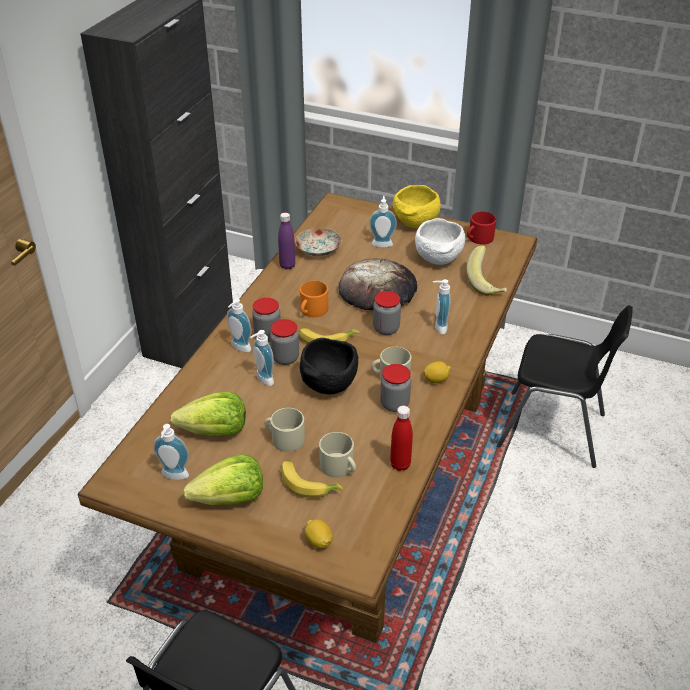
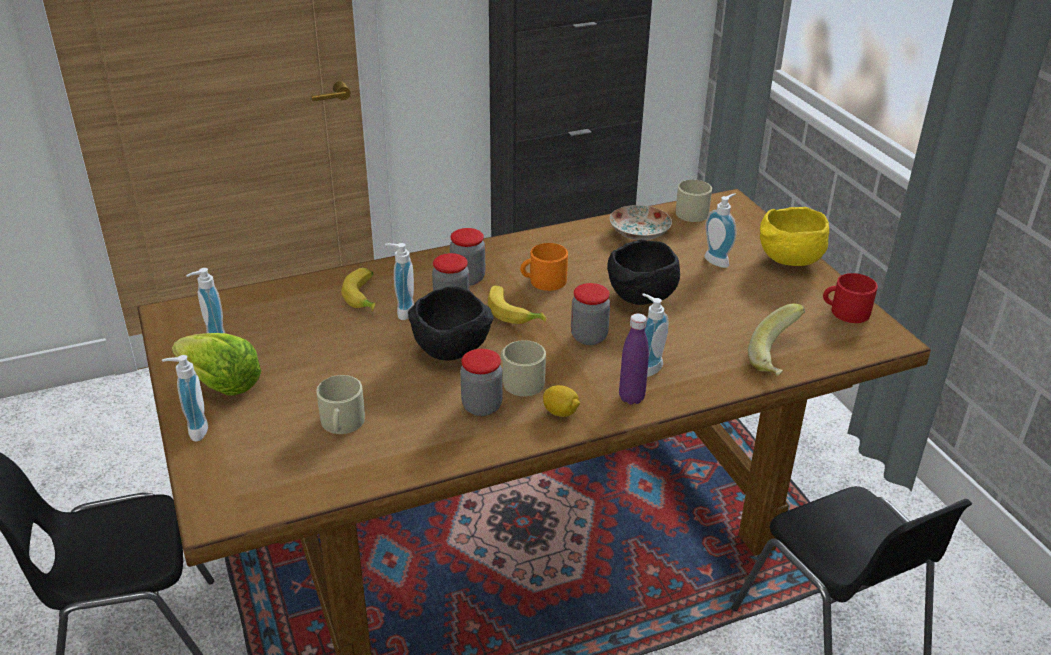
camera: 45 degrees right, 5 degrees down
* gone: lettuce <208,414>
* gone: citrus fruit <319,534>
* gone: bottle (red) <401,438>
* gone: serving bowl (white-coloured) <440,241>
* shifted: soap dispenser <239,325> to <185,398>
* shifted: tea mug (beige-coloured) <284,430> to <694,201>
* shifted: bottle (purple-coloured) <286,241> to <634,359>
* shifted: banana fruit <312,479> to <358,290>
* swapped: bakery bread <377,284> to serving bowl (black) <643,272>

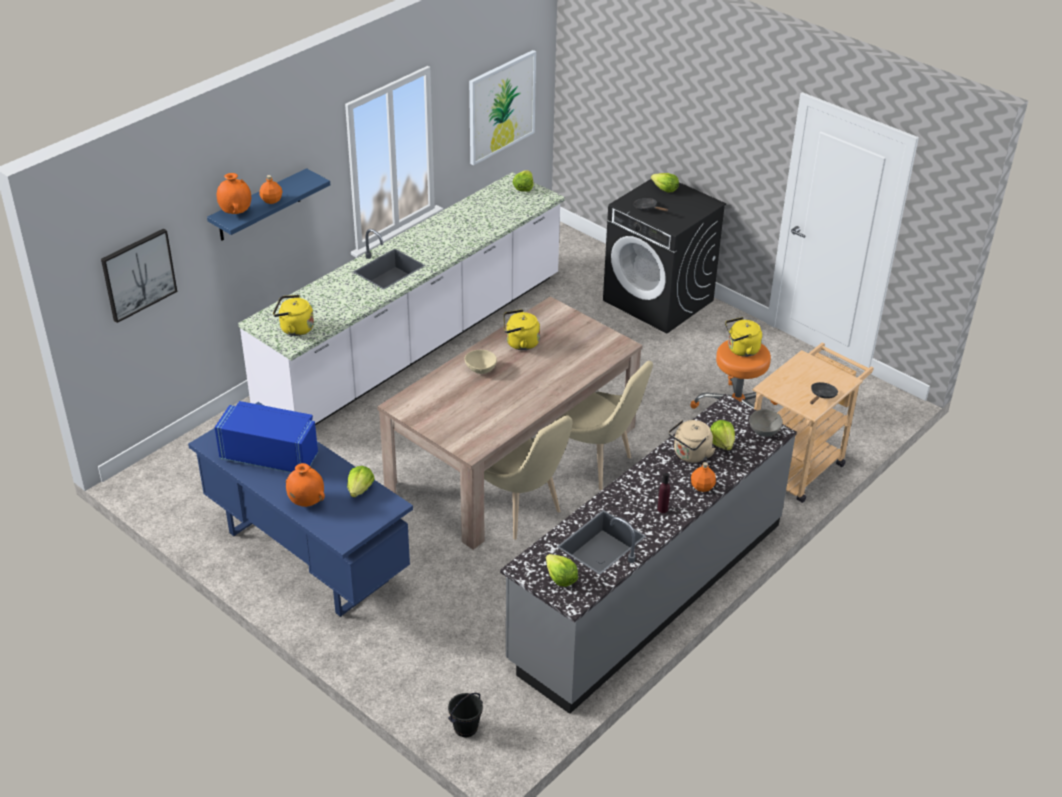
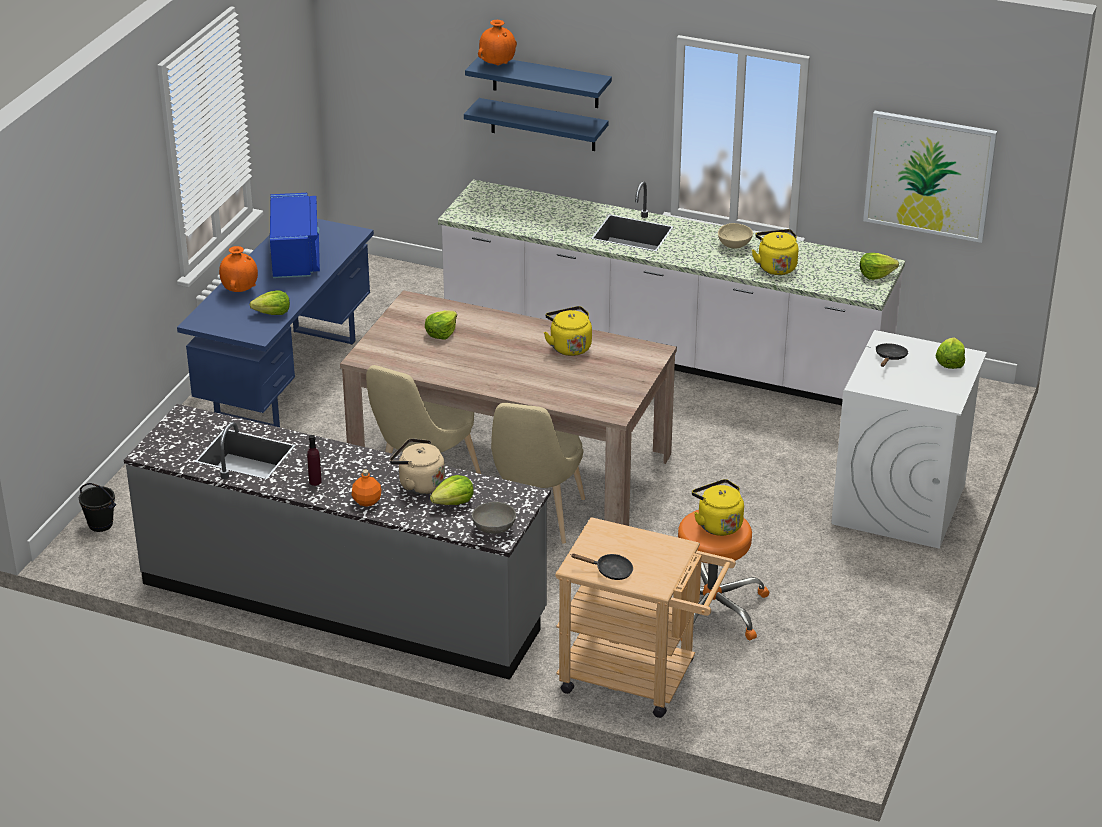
camera: 70 degrees right, 5 degrees down
* gone: wall picture <139,276>
* gone: bottle (orange) <270,189>
* new: wall shelf (blue-coloured) <536,124>
* shifted: kettle (yellowish) <293,315> to <775,252>
* shifted: serving bowl (beige-coloured) <481,362> to <735,236>
* shifted: lettuce <562,570> to <441,325>
* repainted: laundry appliance (black) <664,256> to laundry appliance (white-coloured) <909,439>

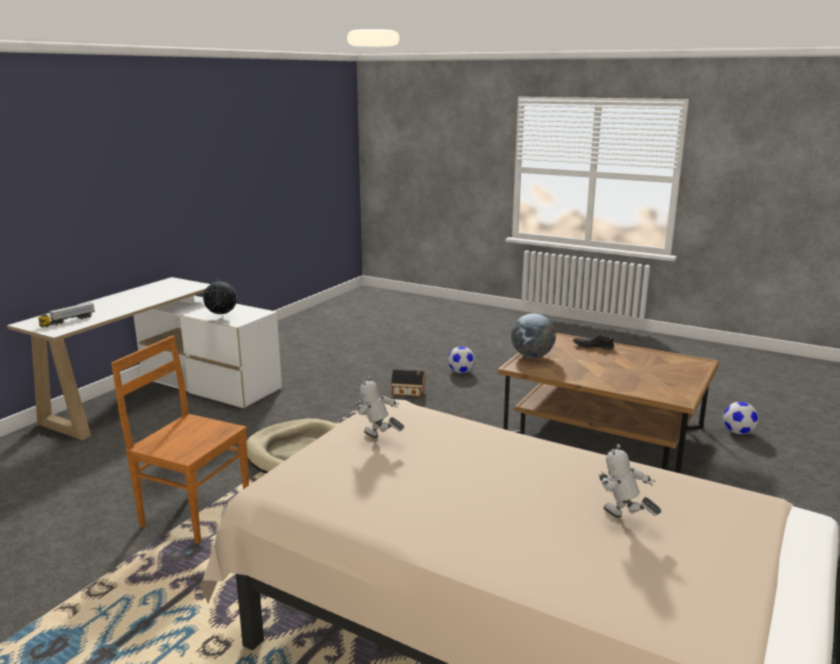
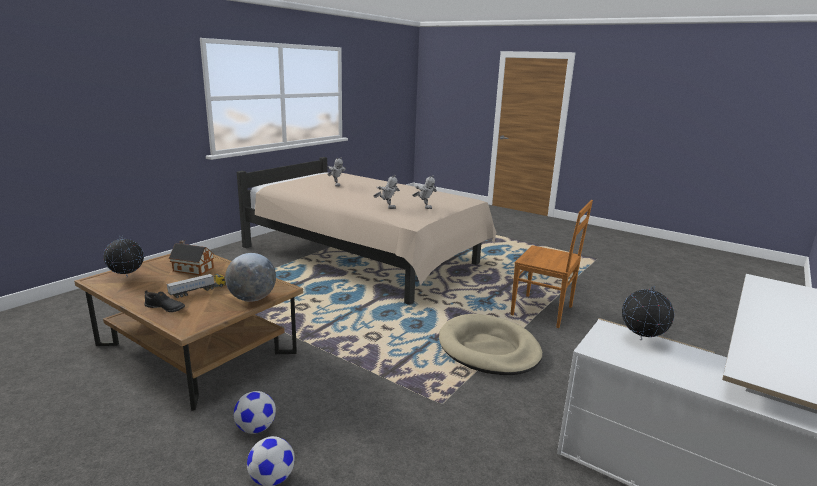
camera: 175 degrees left, 0 degrees up
* new: world globe <124,256>
* new: toy robot <386,192>
* shifted: toy lorry <66,314> to <196,286>
* shifted: toy house <408,383> to <191,257>
* shifted: ball for football <741,418> to <255,412>

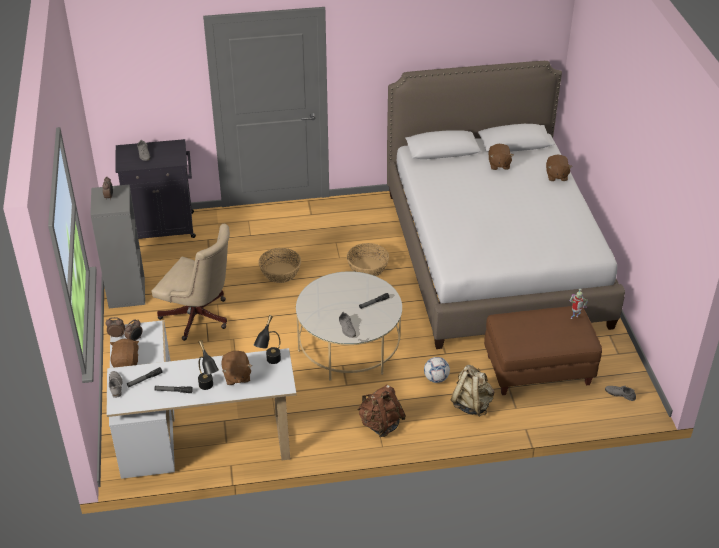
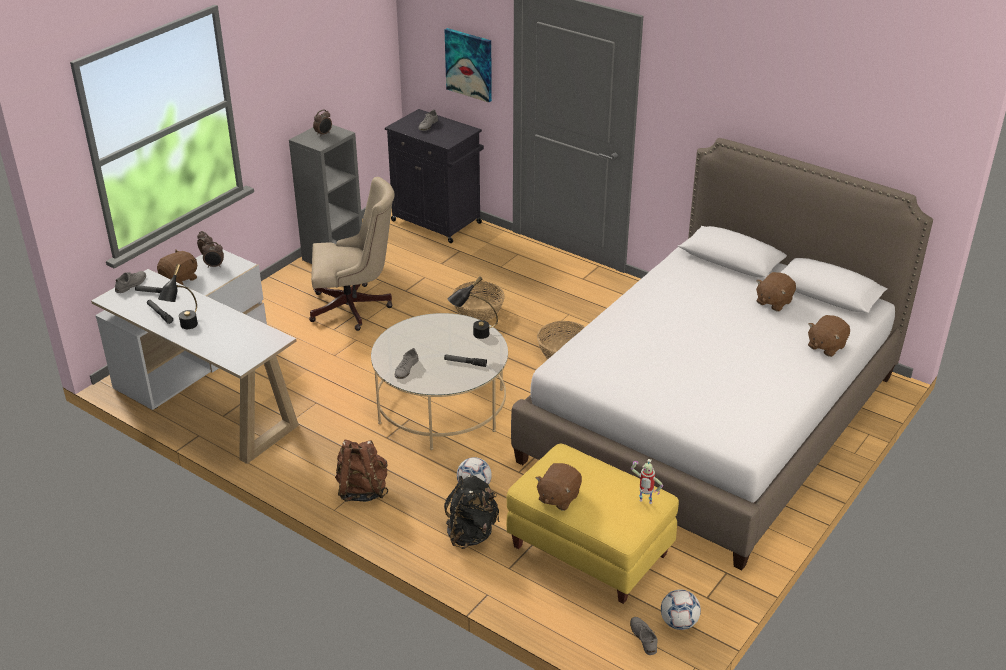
camera: 45 degrees right, 5 degrees down
* new: wall picture <468,65>
* new: ball for football <681,609>
* shifted: plush toy (brown) <236,368> to <559,487>
* shifted: lamp for a table (black) <267,339> to <472,308>
* repainted: knapsack (beige-coloured) <472,390> to knapsack (black) <472,512>
* repainted: ottoman (brown) <543,350> to ottoman (yellowish) <593,524>
* rotated: desk chair (beige-coloured) <191,282> = <352,254> 75 degrees counterclockwise

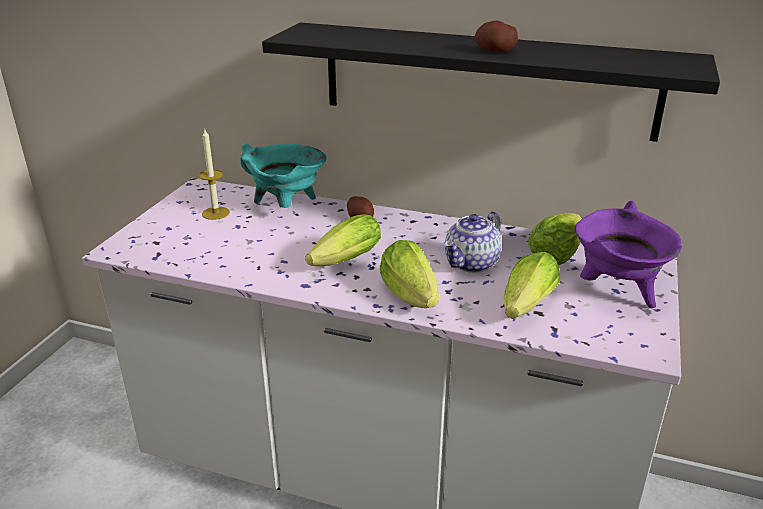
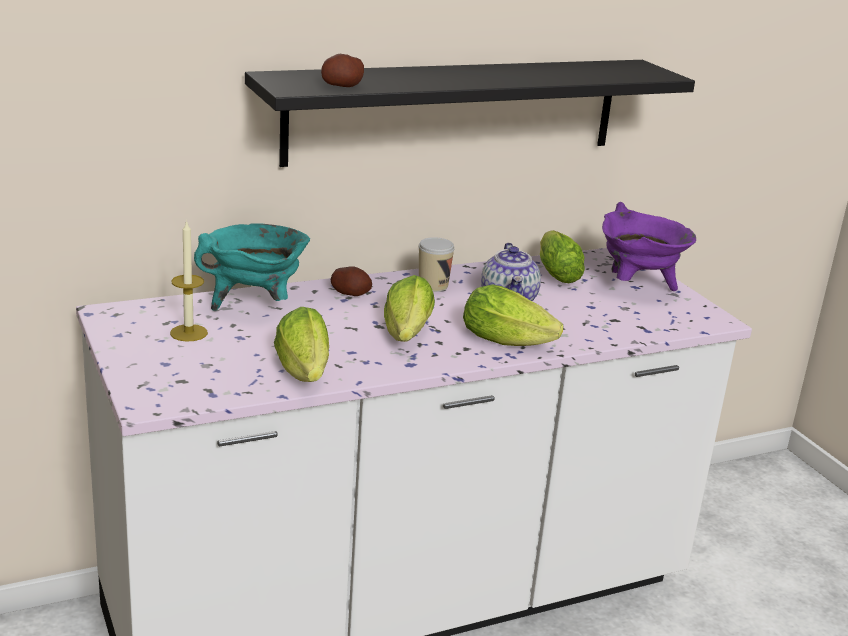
camera: 45 degrees left, 5 degrees down
* new: cup <437,264>
* shifted: potato <496,36> to <342,70>
* shifted: lettuce <532,285> to <301,344>

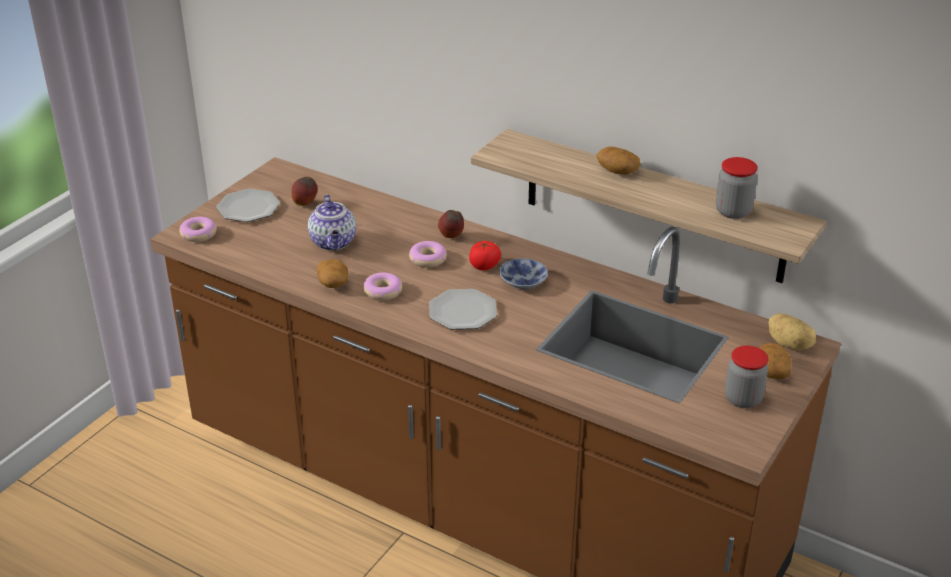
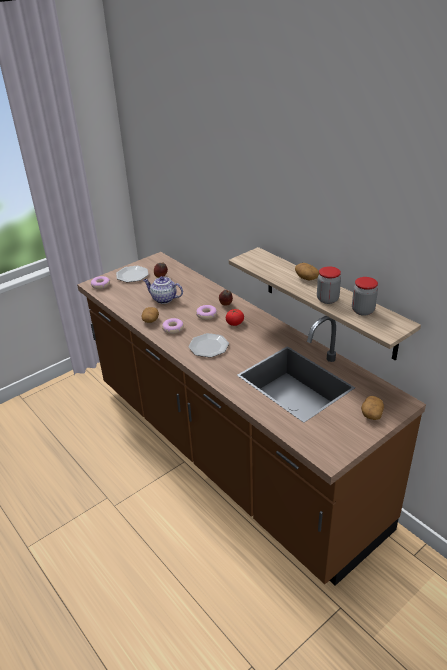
camera: 20 degrees right, 0 degrees up
* gone: serving bowl <523,274>
* gone: potato <792,332>
* shifted: storage jar <747,377> to <329,285>
* rotated: tea pot <332,222> = <163,290> 105 degrees clockwise

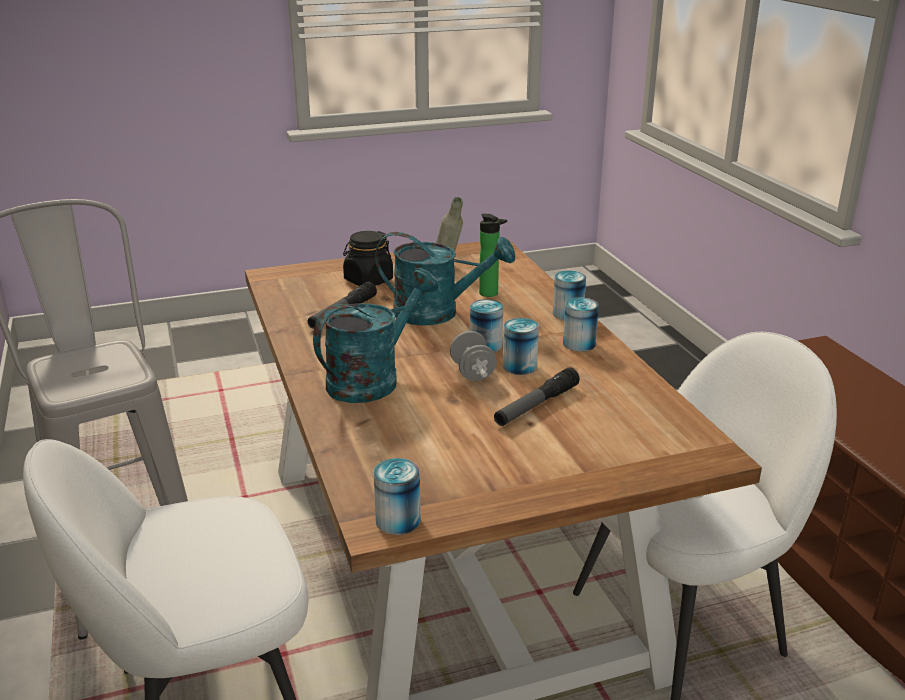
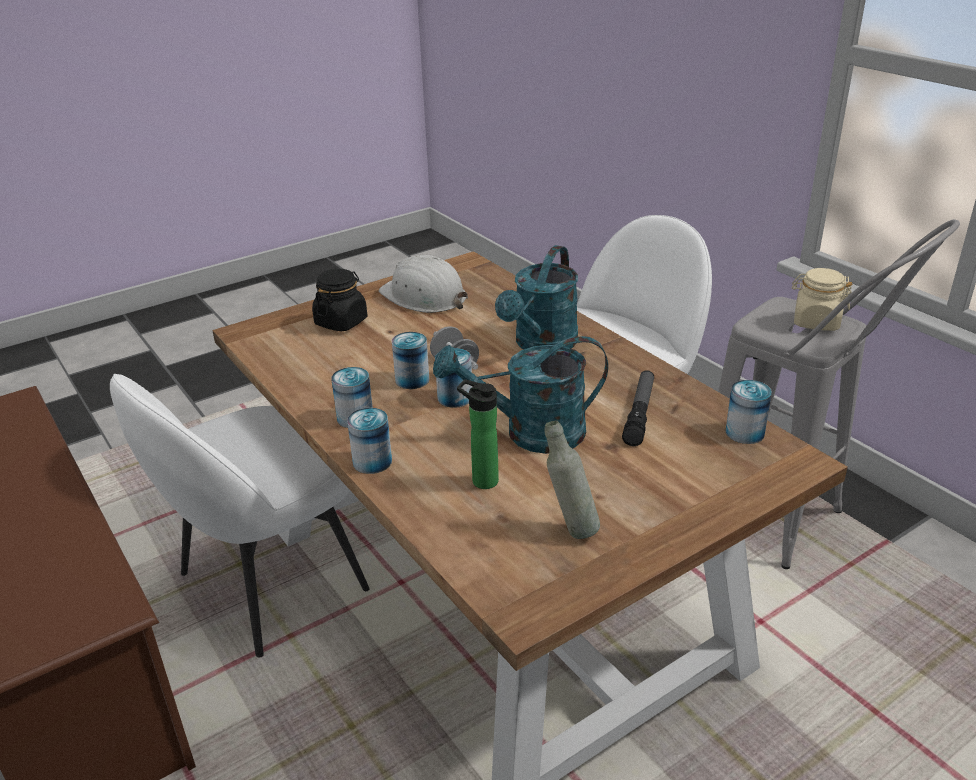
camera: 165 degrees right, 5 degrees up
* gone: hand torch <537,396>
* new: work helmet (white-coloured) <423,284>
* new: storage jar (beige-coloured) <822,299>
* shifted: storage jar (black) <368,258> to <340,300>
* shifted: can <397,496> to <748,412>

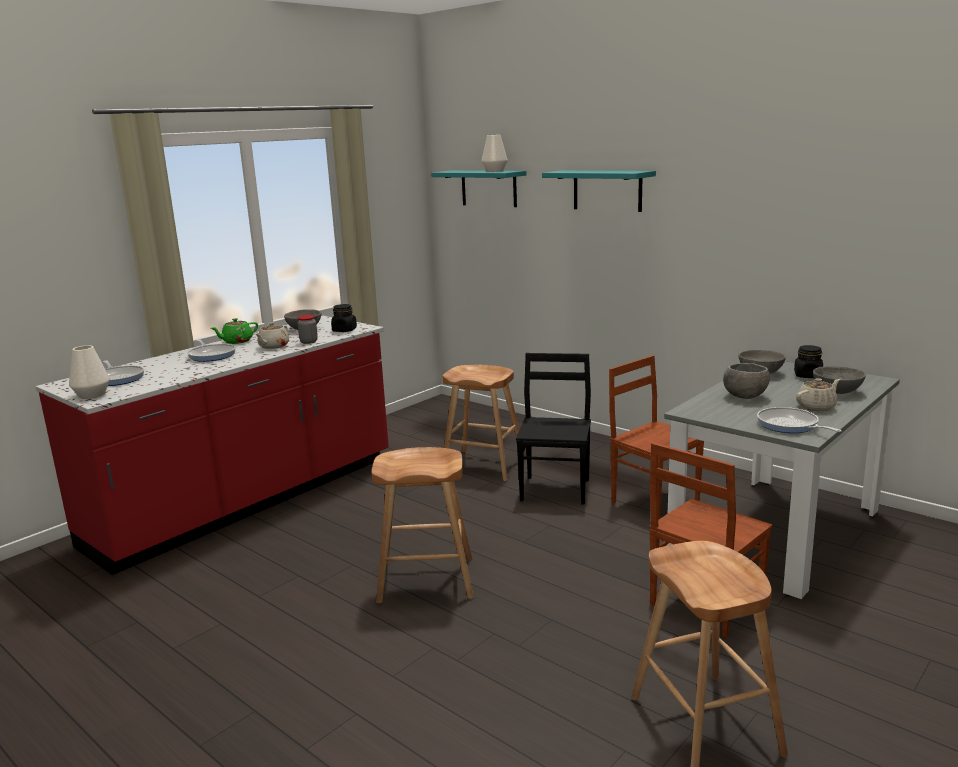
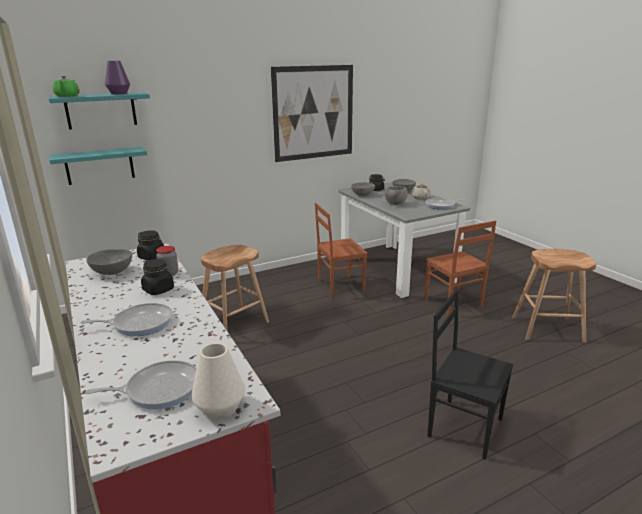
camera: 70 degrees left, 5 degrees up
* gone: sitting stool (brown) <422,525>
* new: wall picture <312,113>
* shifted: tea pot (green) <234,331> to <66,86>
* shifted: chair (black) <553,429> to <470,374>
* shifted: wall shelf (turquoise) <599,191> to <98,166>
* swapped: tea pot (beige-coloured) <272,335> to storage jar (black) <157,277>
* repainted: vase (white-coloured) <495,153> to vase (purple-coloured) <117,77>

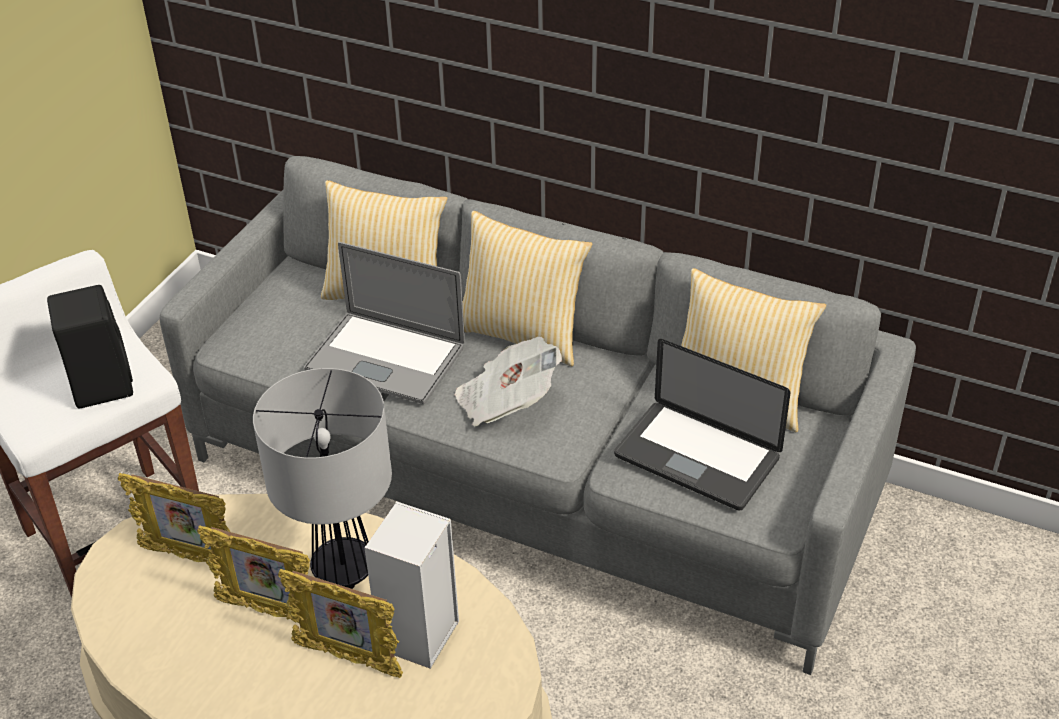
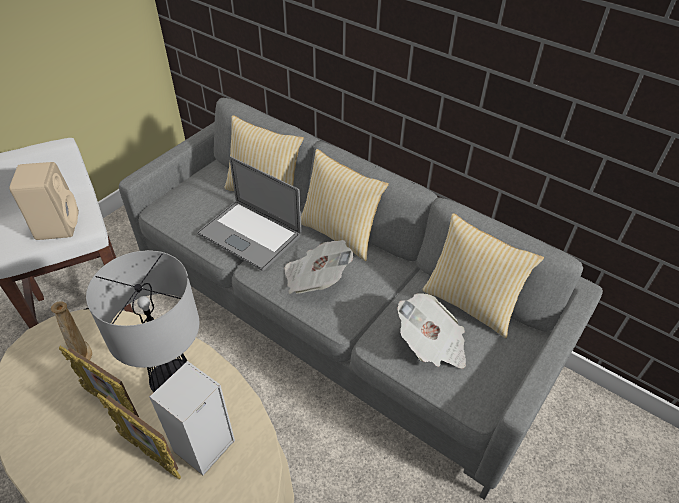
camera: 10 degrees right, 5 degrees up
* swapped: photo frame <174,517> to vase (beige-coloured) <71,330>
* swapped: notebook computer <702,425> to printed paper <431,330>
* repainted: loudspeaker (black) <90,346> to loudspeaker (beige-coloured) <44,201>

